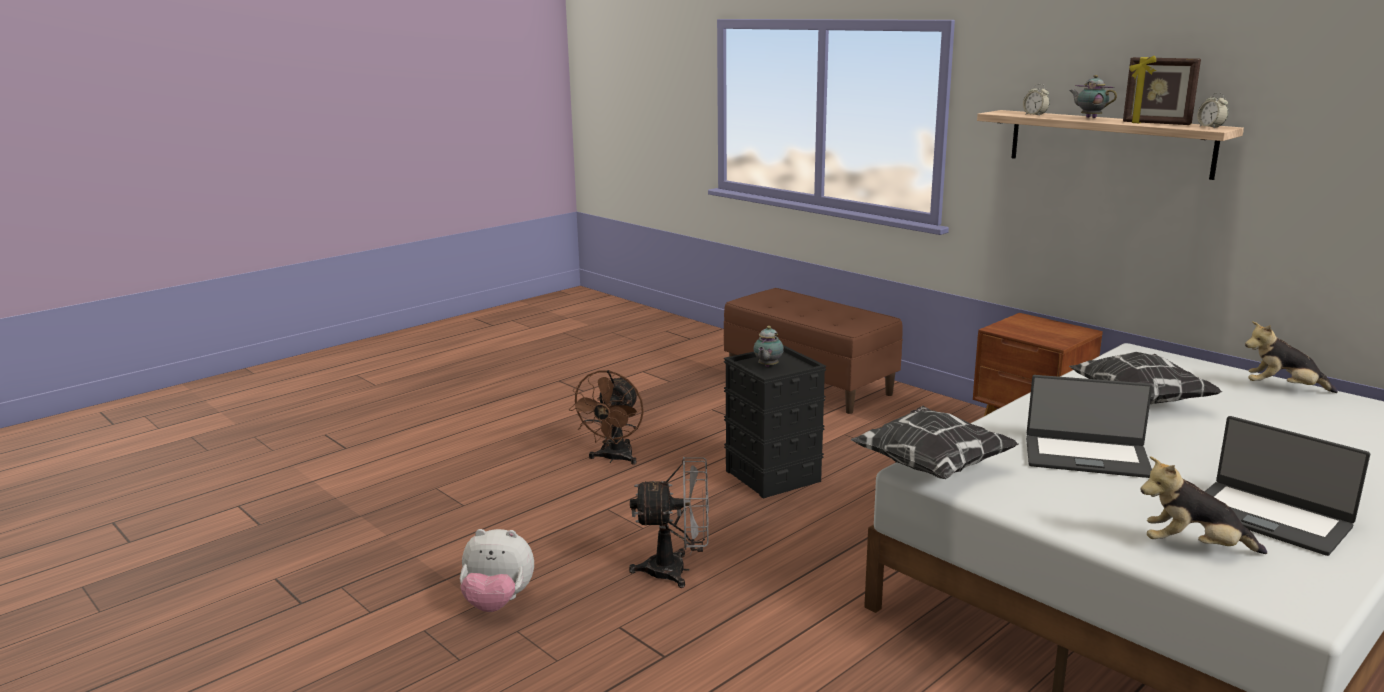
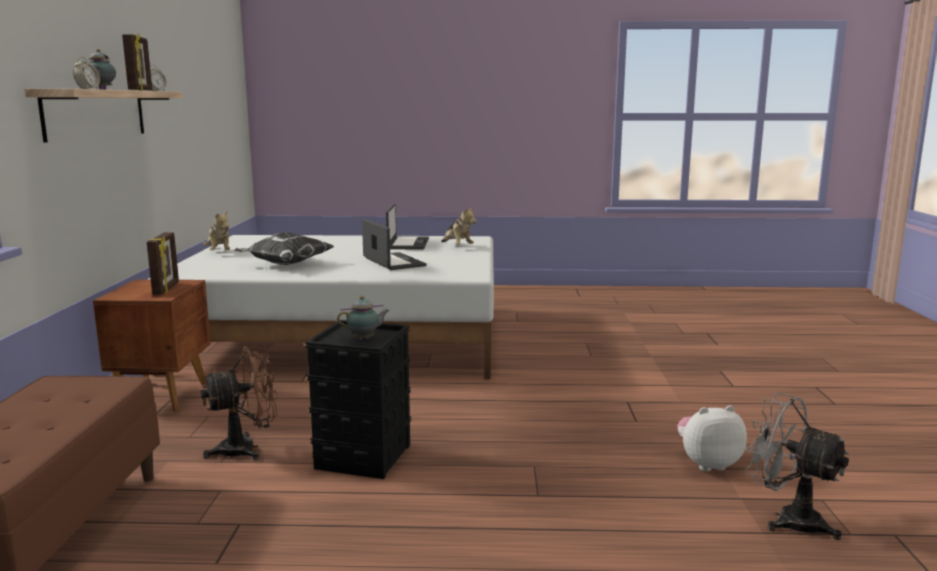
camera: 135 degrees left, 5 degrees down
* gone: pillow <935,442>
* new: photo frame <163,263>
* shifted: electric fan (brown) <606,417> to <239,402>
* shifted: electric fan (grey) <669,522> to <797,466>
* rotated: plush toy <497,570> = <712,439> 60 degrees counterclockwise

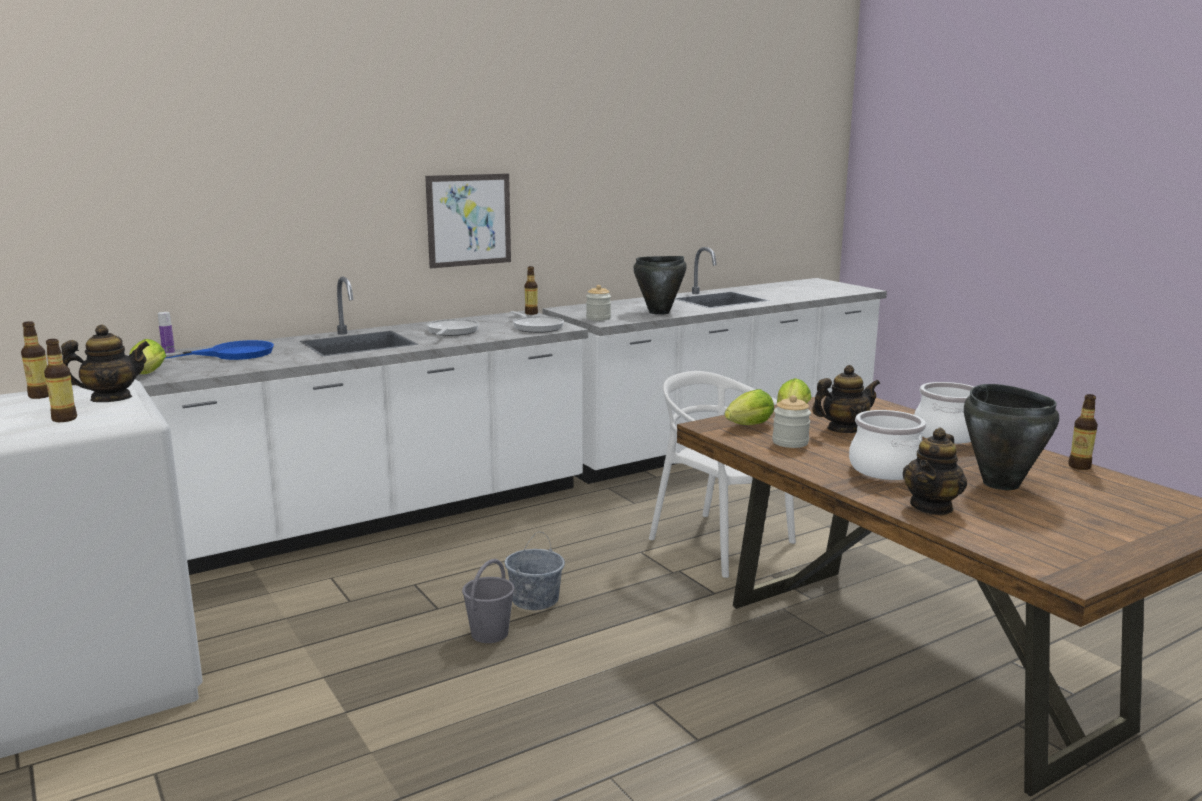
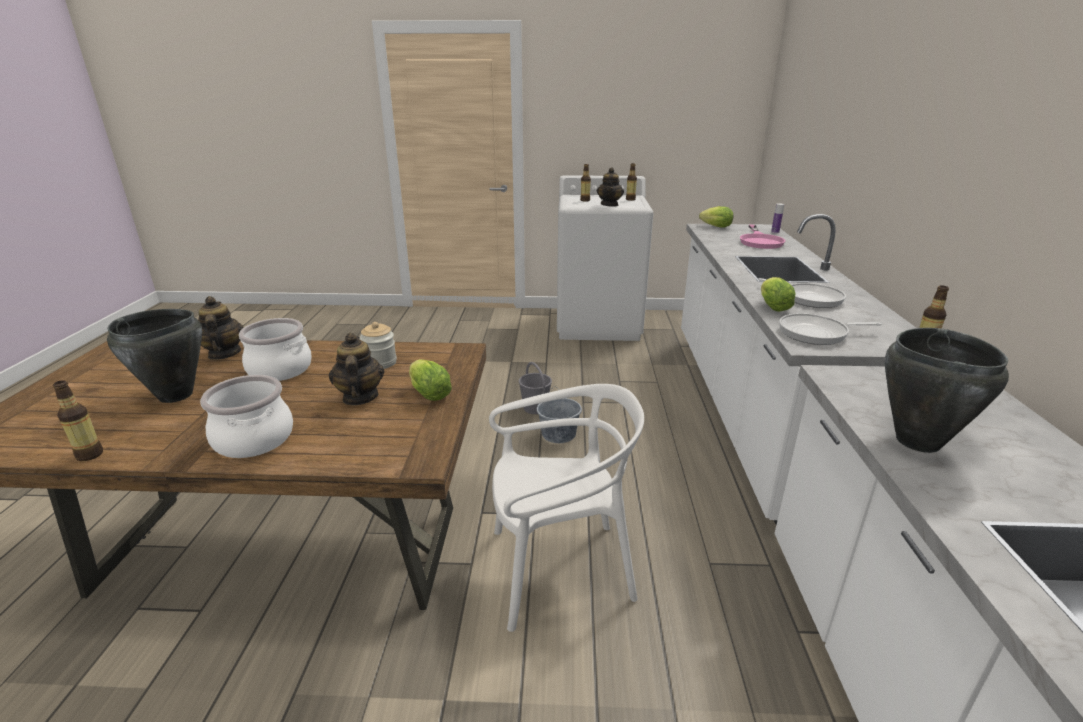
camera: 125 degrees right, 10 degrees up
* gone: wall picture <468,221>
* gone: storage jar <598,303>
* shifted: lettuce <749,407> to <778,294>
* repainted: frying pan (blue-coloured) <219,350> to frying pan (pink) <762,237>
* rotated: tea pot <846,399> = <356,369> 150 degrees clockwise

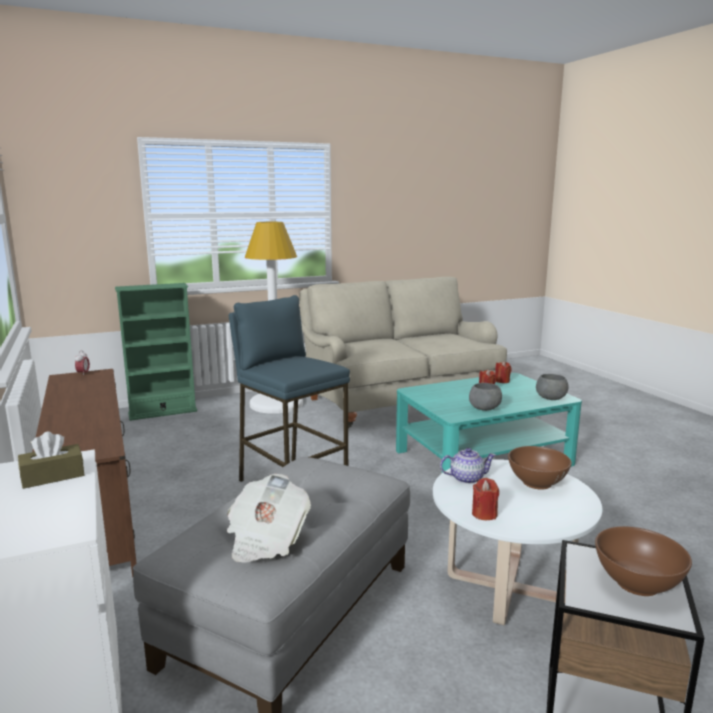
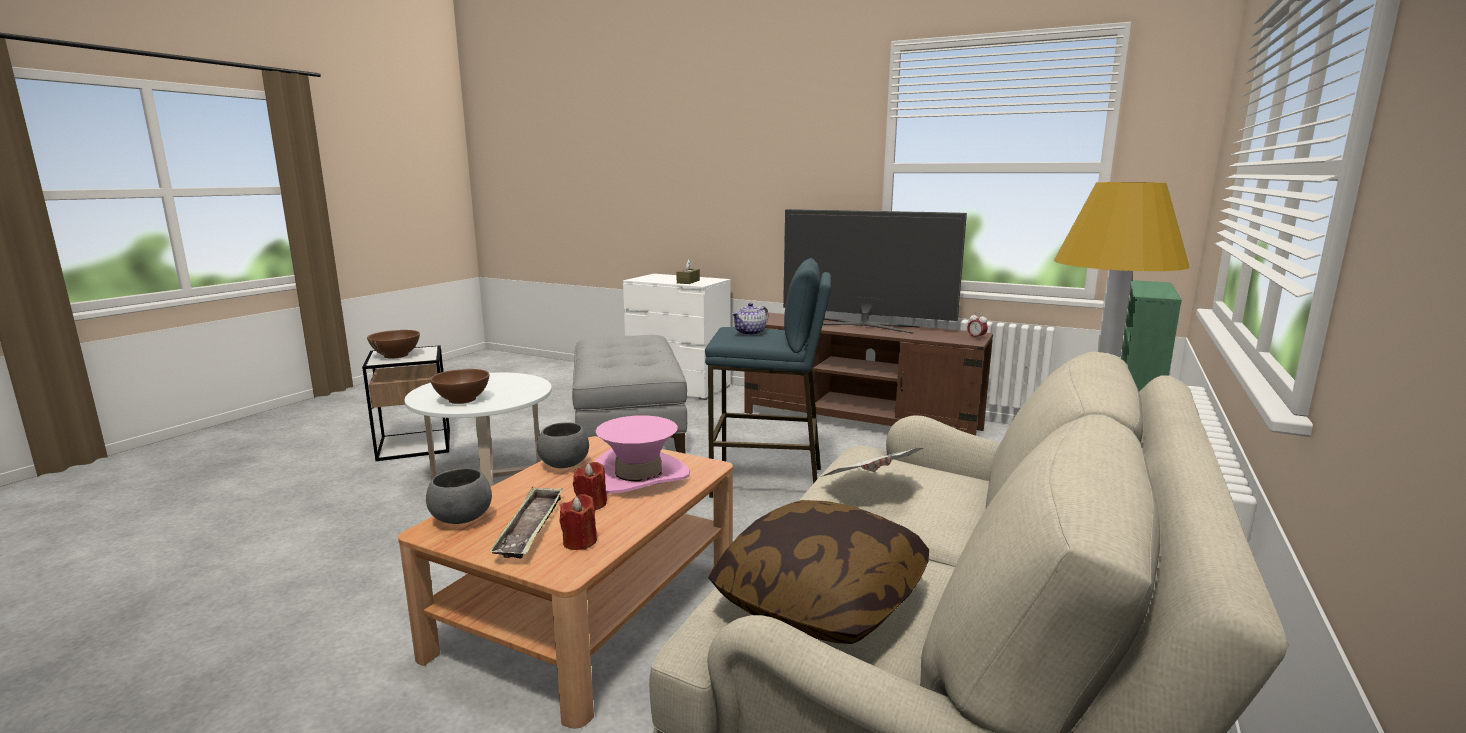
camera: 140 degrees right, 0 degrees up
* gone: wax candle (red) <485,499>
* new: serving tray <526,523>
* new: clothing hat (pink) <642,454>
* new: pillow <818,572>
* new: television <875,271>
* shifted: printed paper <269,518> to <871,462>
* shifted: tea pot <468,466> to <750,319>
* repainted: lounge table (turquoise) <489,423> to lounge table (brown) <565,582>

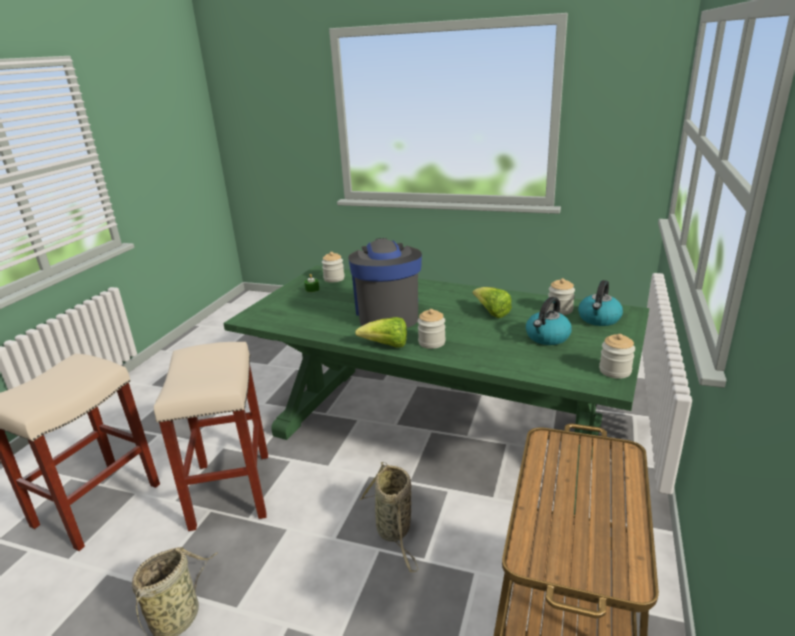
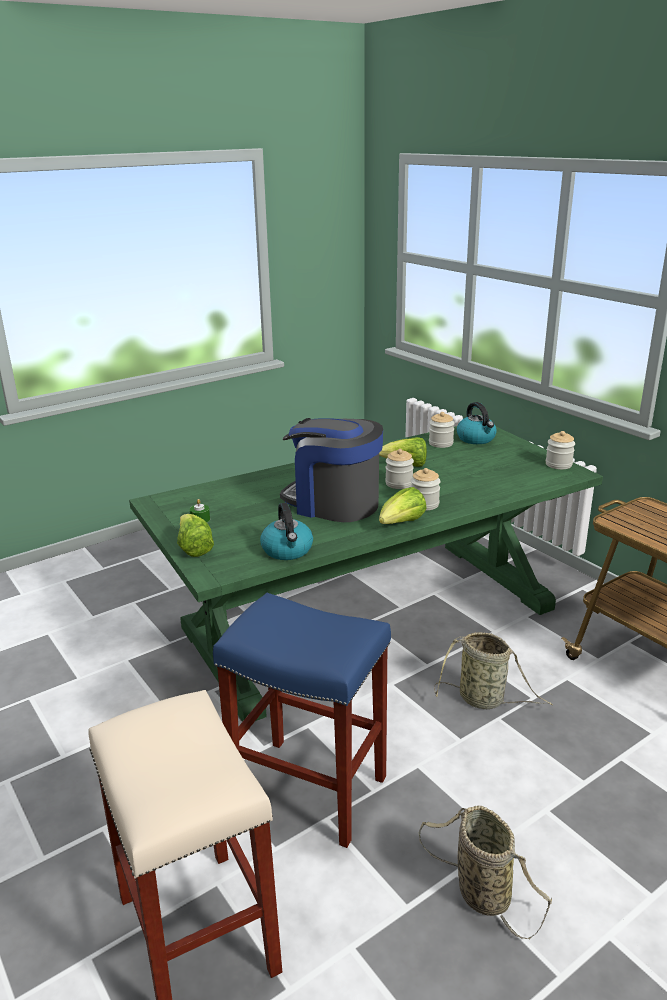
camera: 55 degrees left, 0 degrees up
* new: lettuce <195,535>
* shifted: storage jar <333,267> to <399,469>
* shifted: kettle <549,321> to <286,531>
* repainted: sitting stool (beige-coloured) <211,436> to sitting stool (blue-coloured) <302,720>

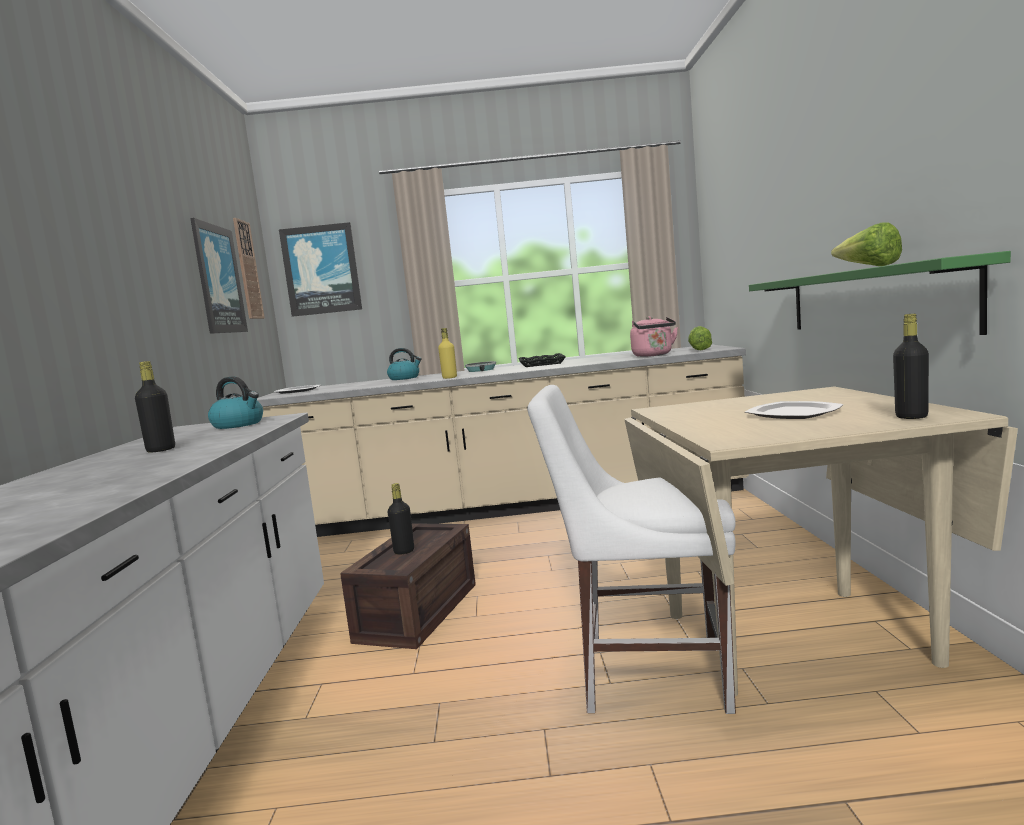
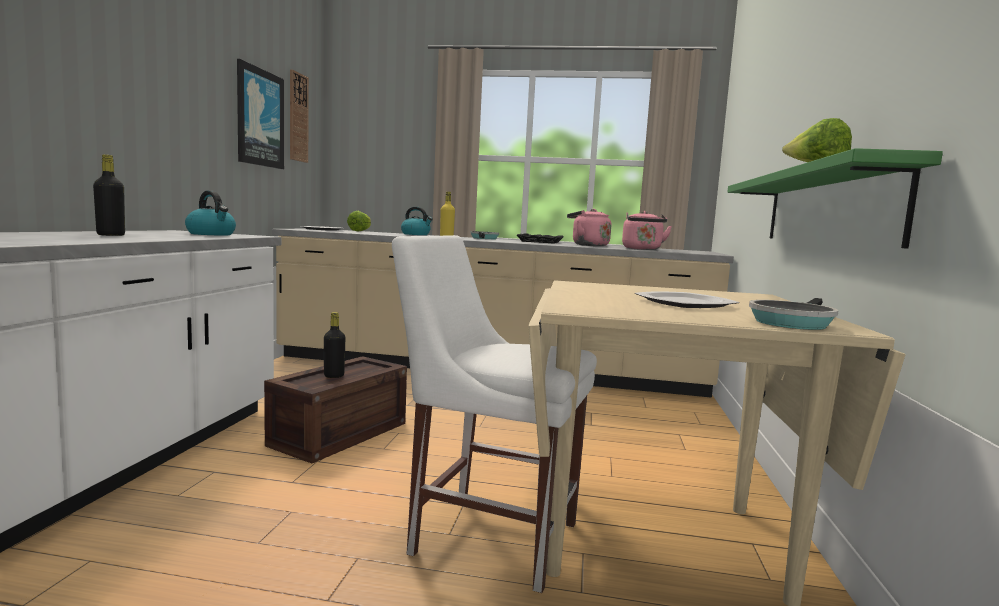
camera: 10 degrees right, 0 degrees up
* gone: wall picture <320,269>
* new: kettle (pink) <589,227>
* shifted: lettuce <700,338> to <359,221>
* swapped: bottle (black) <911,366> to frying pan <794,314>

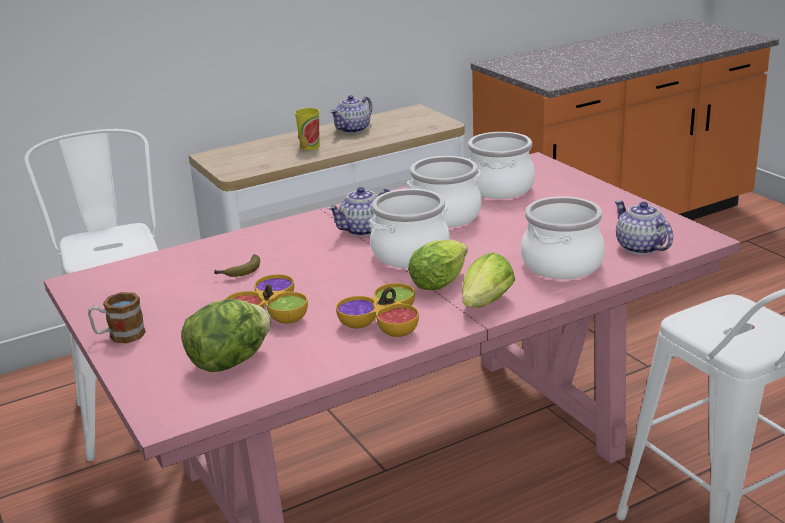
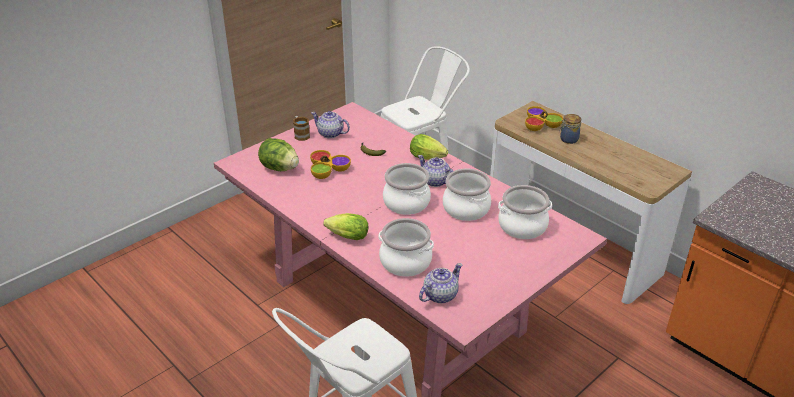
camera: 75 degrees right, 10 degrees up
* shifted: tea pot <351,114> to <330,124>
* shifted: serving bowl <377,310> to <544,118>
* shifted: lettuce <438,264> to <429,147>
* swapped: cup <307,129> to storage jar <570,129>

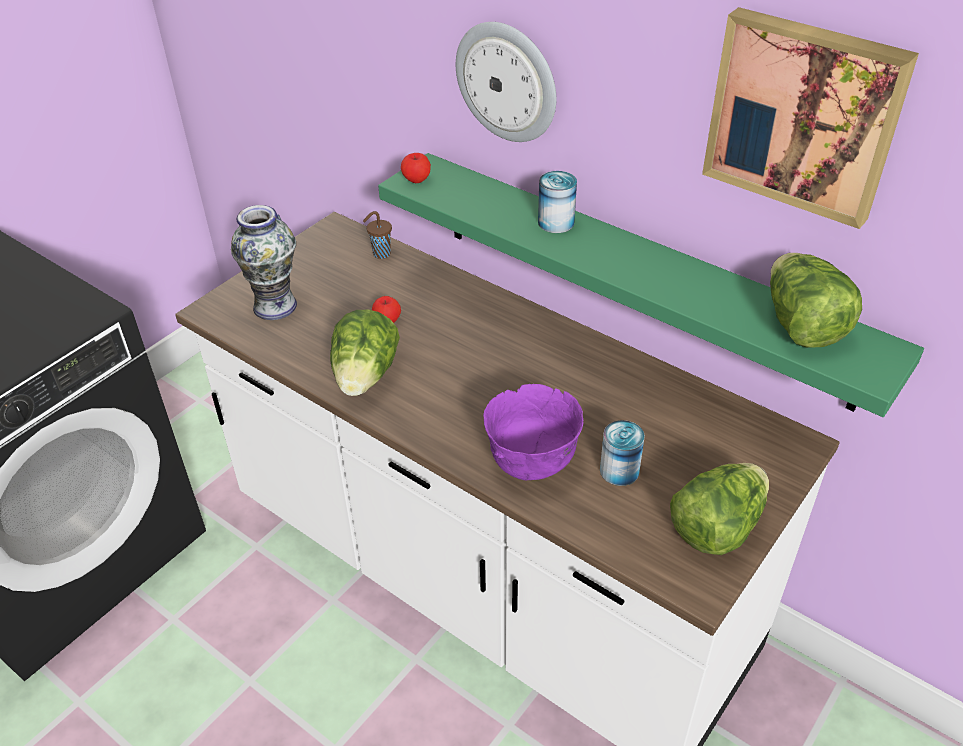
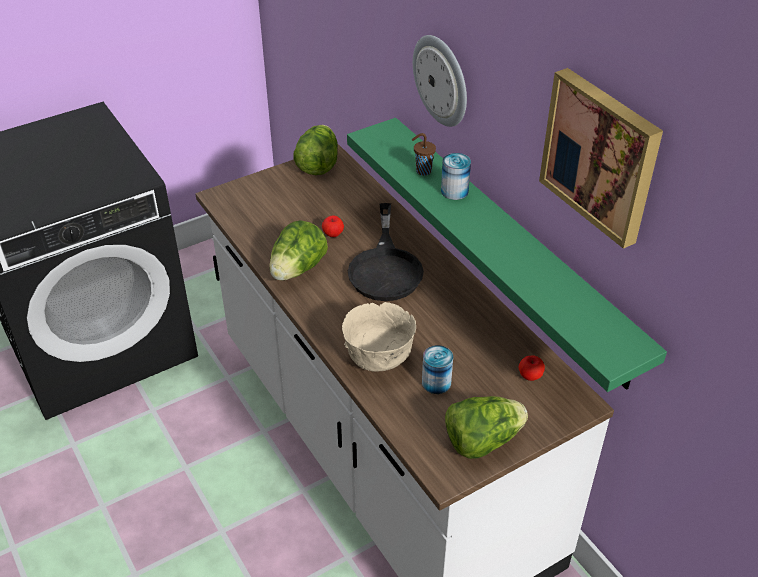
camera: 20 degrees right, 0 degrees up
* gone: vase <264,262>
* new: frying pan (black) <386,252>
* shifted: cup (brown) <377,235> to <424,154>
* shifted: apple <416,168> to <532,368>
* shifted: lettuce <816,300> to <315,150>
* repainted: serving bowl (purple-coloured) <533,432> to serving bowl (beige-coloured) <379,336>

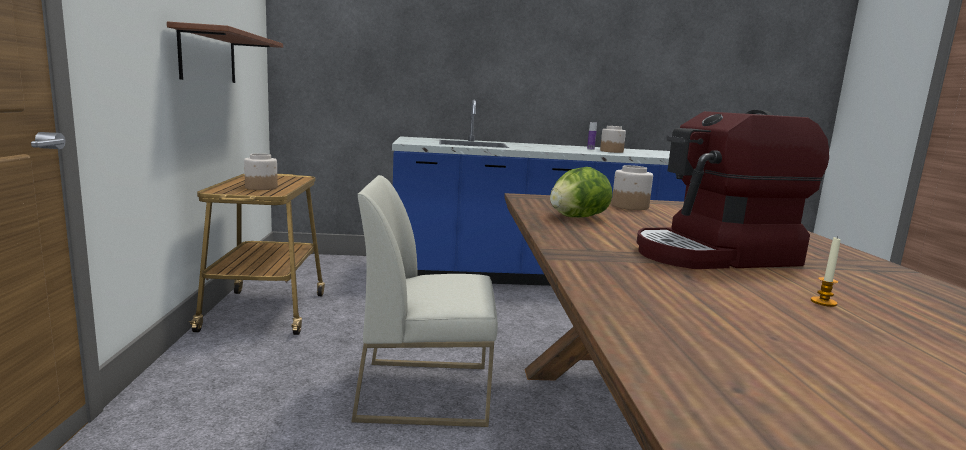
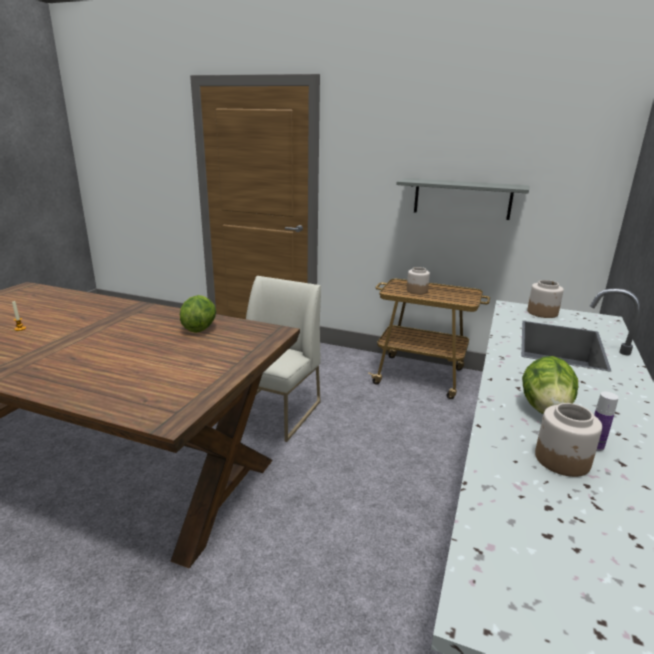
camera: 115 degrees right, 10 degrees up
* gone: coffee maker <733,189>
* new: lettuce <550,385>
* shifted: storage jar <632,187> to <545,299>
* repainted: wall shelf (brown) <225,52> to wall shelf (grey) <462,199>

